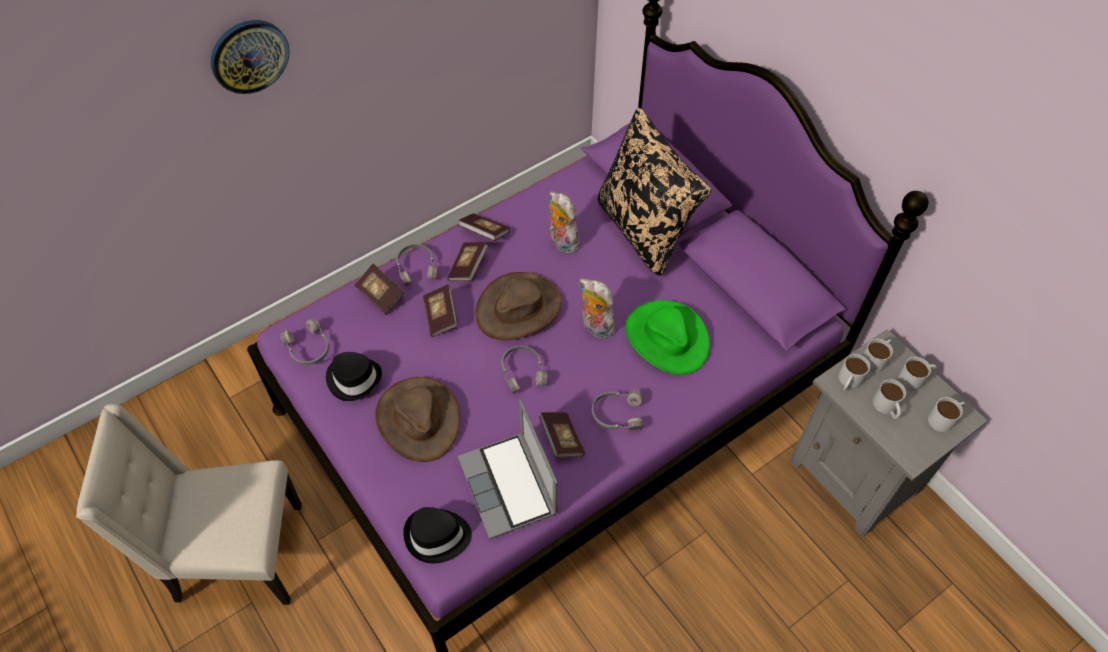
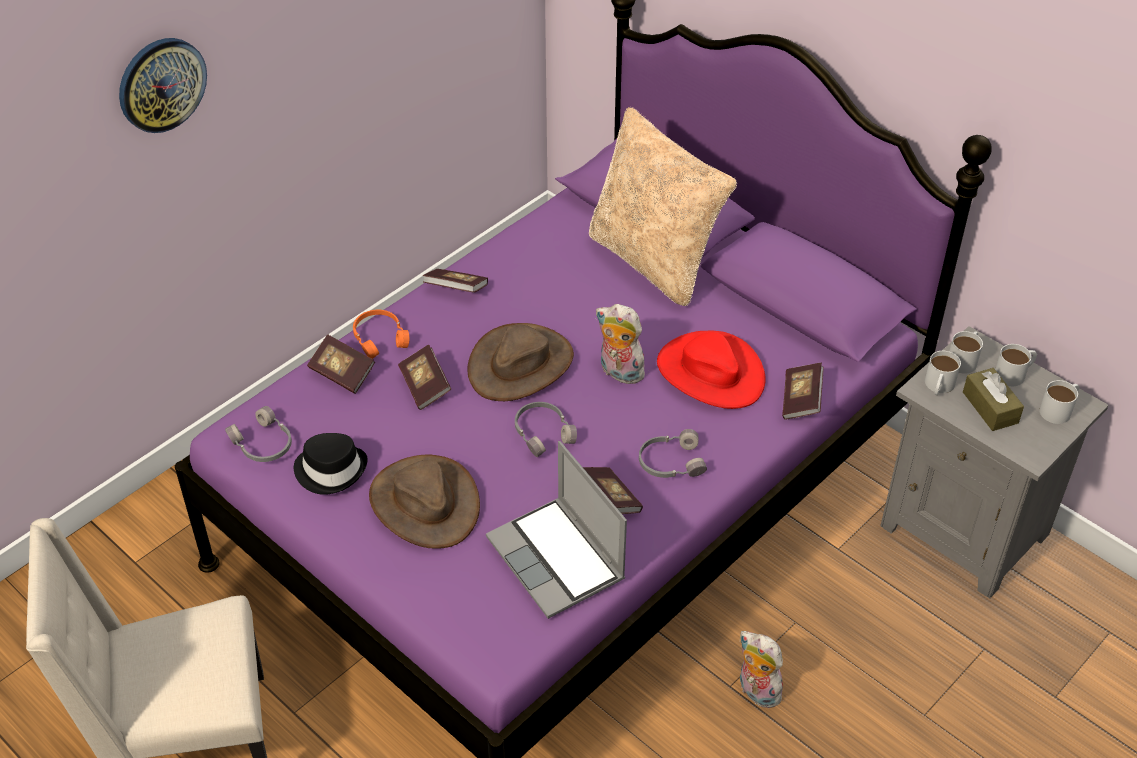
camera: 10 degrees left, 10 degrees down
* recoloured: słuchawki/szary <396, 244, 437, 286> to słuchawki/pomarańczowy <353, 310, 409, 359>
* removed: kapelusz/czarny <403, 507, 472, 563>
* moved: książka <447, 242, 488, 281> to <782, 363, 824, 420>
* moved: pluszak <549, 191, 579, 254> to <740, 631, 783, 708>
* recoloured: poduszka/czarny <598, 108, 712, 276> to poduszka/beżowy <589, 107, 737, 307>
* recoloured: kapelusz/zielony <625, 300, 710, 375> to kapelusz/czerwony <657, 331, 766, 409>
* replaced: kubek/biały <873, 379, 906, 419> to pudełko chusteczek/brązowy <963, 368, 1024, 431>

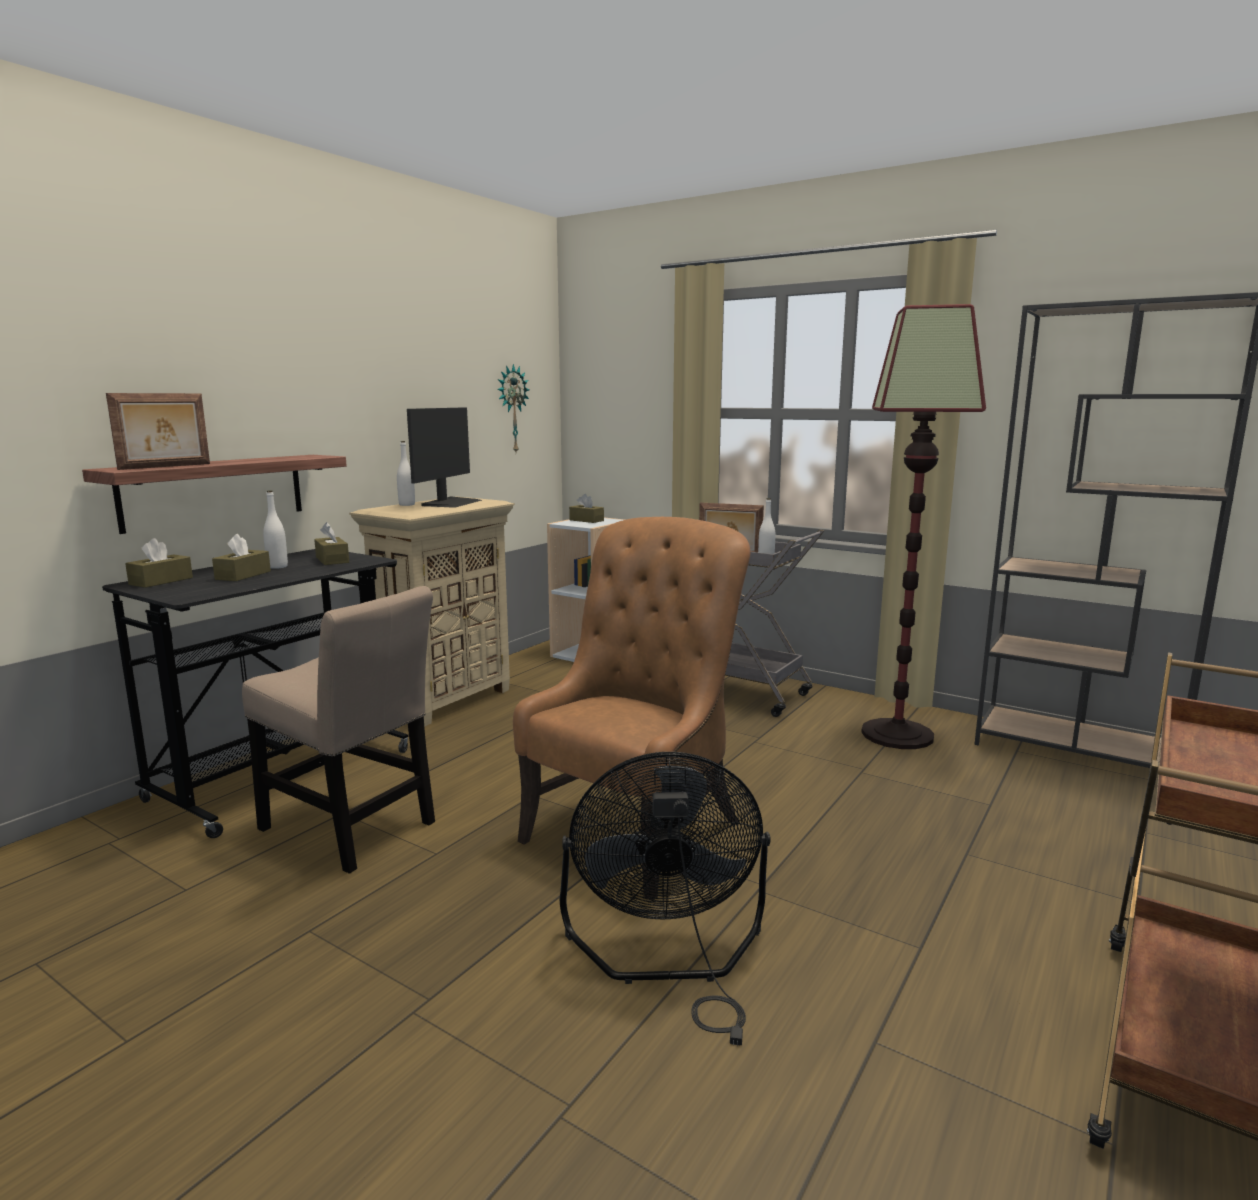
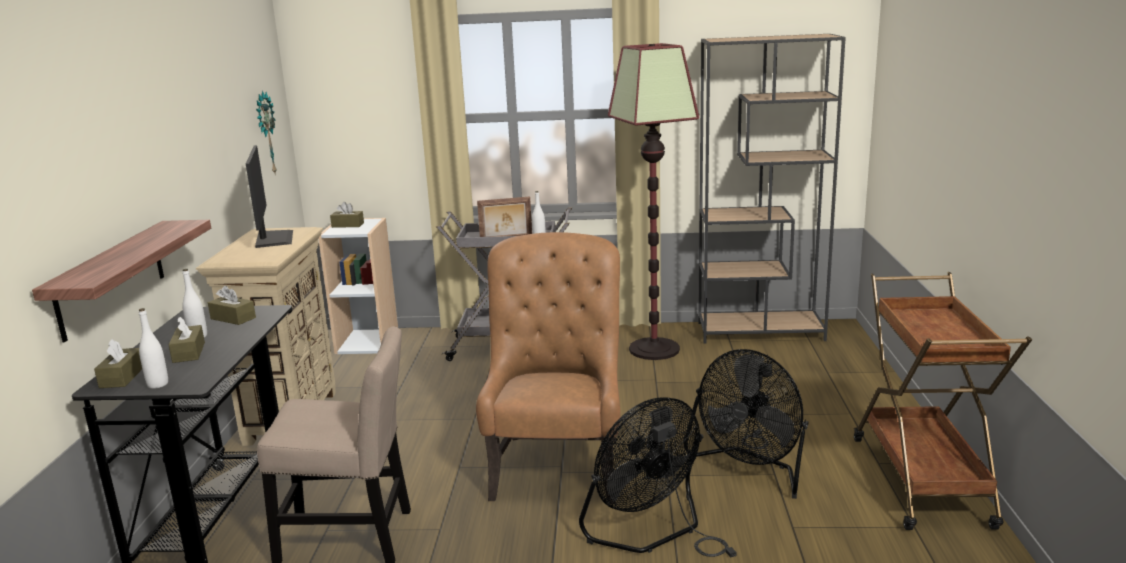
camera: 30 degrees left, 5 degrees up
* removed: ramka na zdjęcie <106, 393, 210, 470>
* moved: butelka/biały <397, 441, 415, 506> to <139, 308, 168, 389>
* added: wentylator/czarny <684, 349, 809, 499>

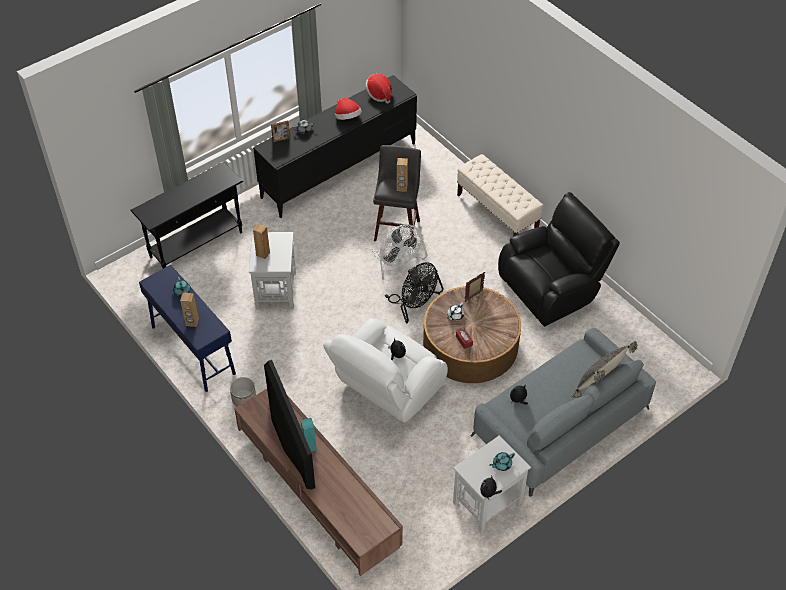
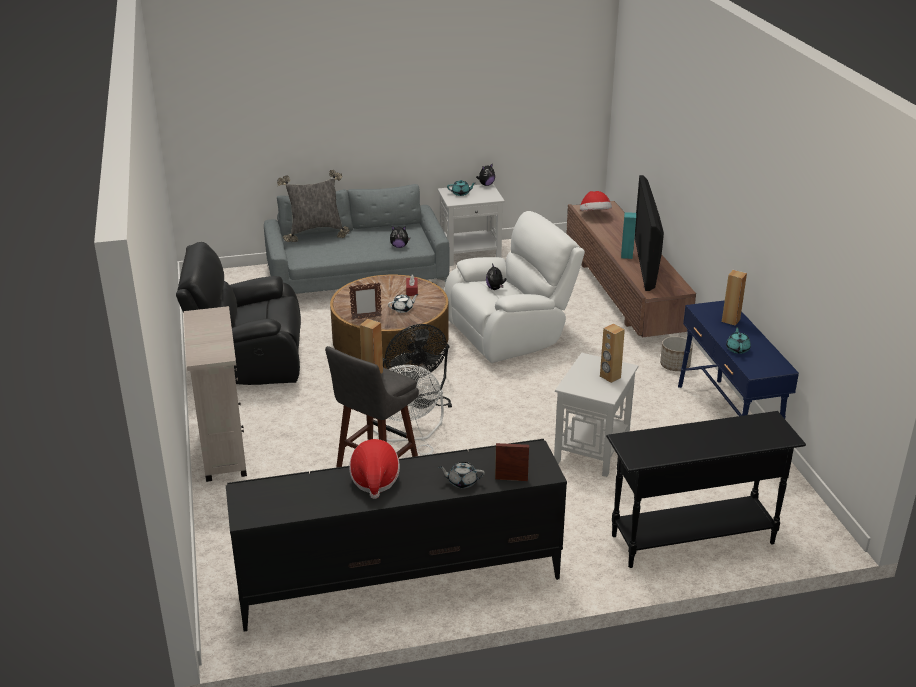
camera: 155 degrees left, 20 degrees down
* moved: kapelusz <366, 74, 392, 103> to <580, 191, 612, 211>
* replaced: ławka/beżowy <457, 154, 544, 236> to szafka/beżowy <184, 306, 247, 482>

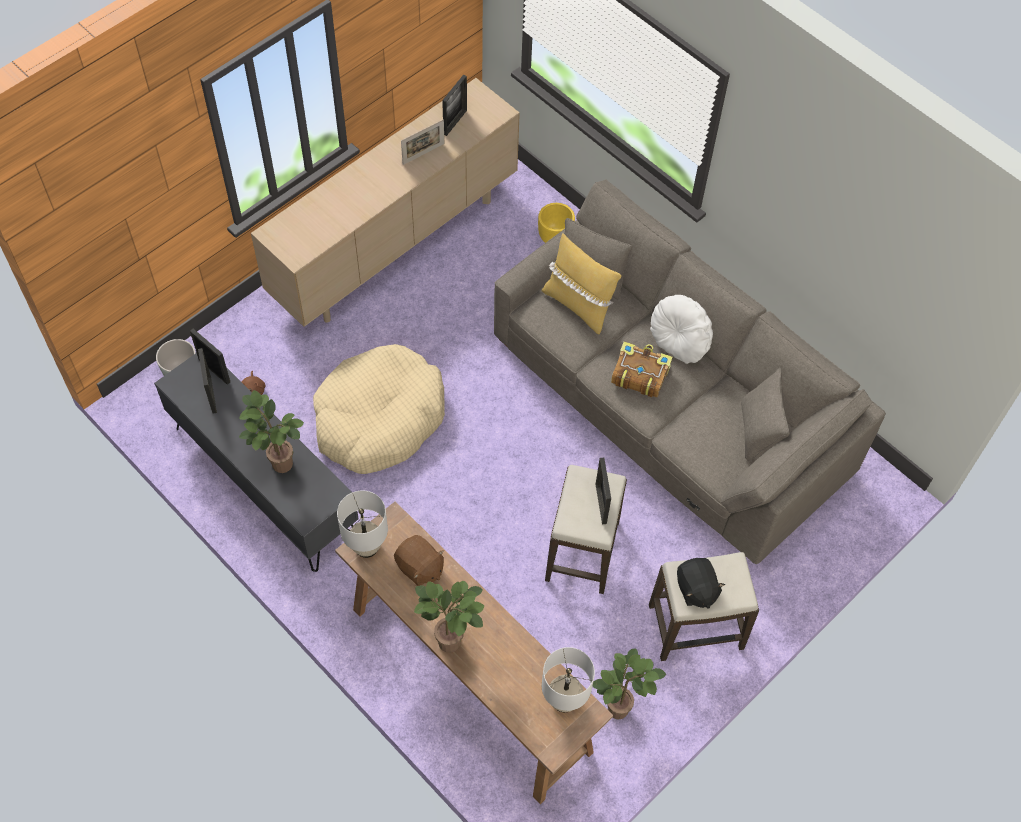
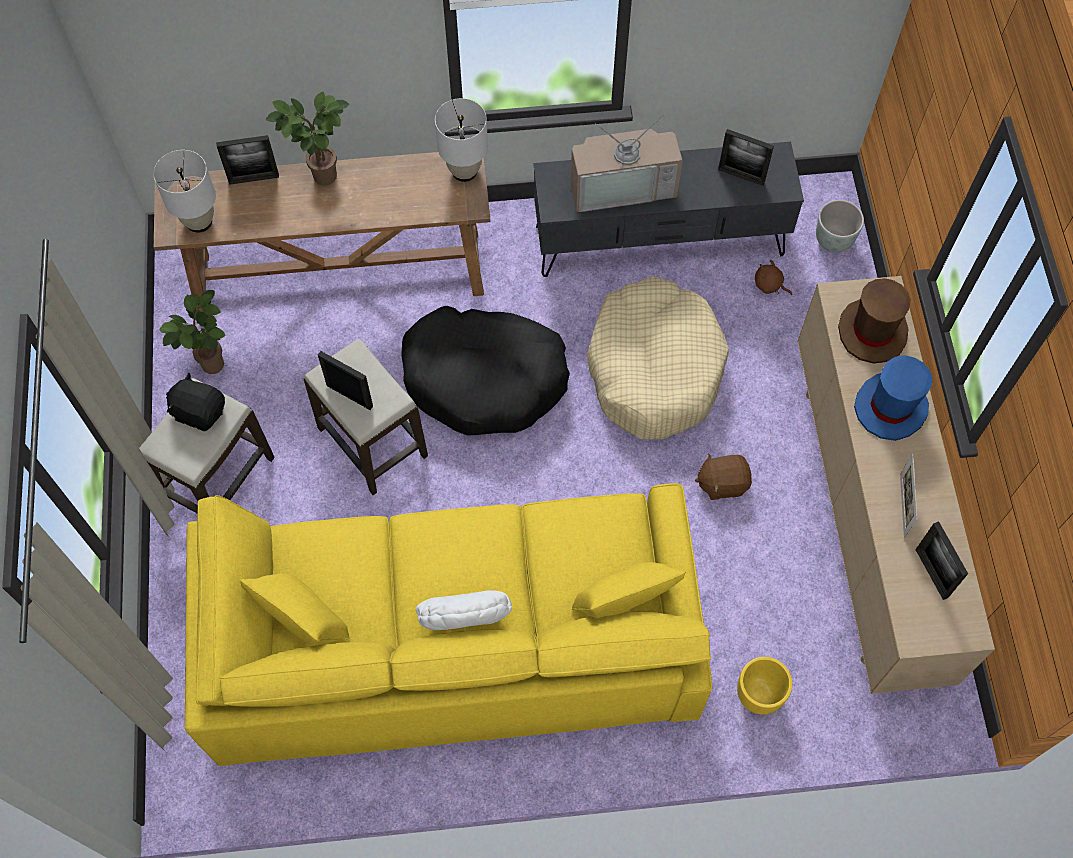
camera: 130 degrees right, 5 degrees up
* moved: ramka na zdjęcie <190, 329, 230, 385> to <216, 135, 279, 185>
* replaced: roślina doniczkowa <239, 390, 304, 473> to telewizor <570, 114, 683, 212>
* moved: pluszak/brązowy <394, 535, 444, 586> to <695, 453, 752, 500>
* recoloured: kanapa/szary <494, 179, 886, 564> to kanapa/żółty <185, 483, 712, 766>
* removed: poduszka/żółty <541, 233, 622, 335>
* removed: książka <611, 342, 673, 397>
* added: legowisko/czarny <401, 306, 570, 435>
* added: kapelusz/brązowy <838, 278, 911, 364>
* added: kapelusz/niebieski <854, 355, 932, 441>

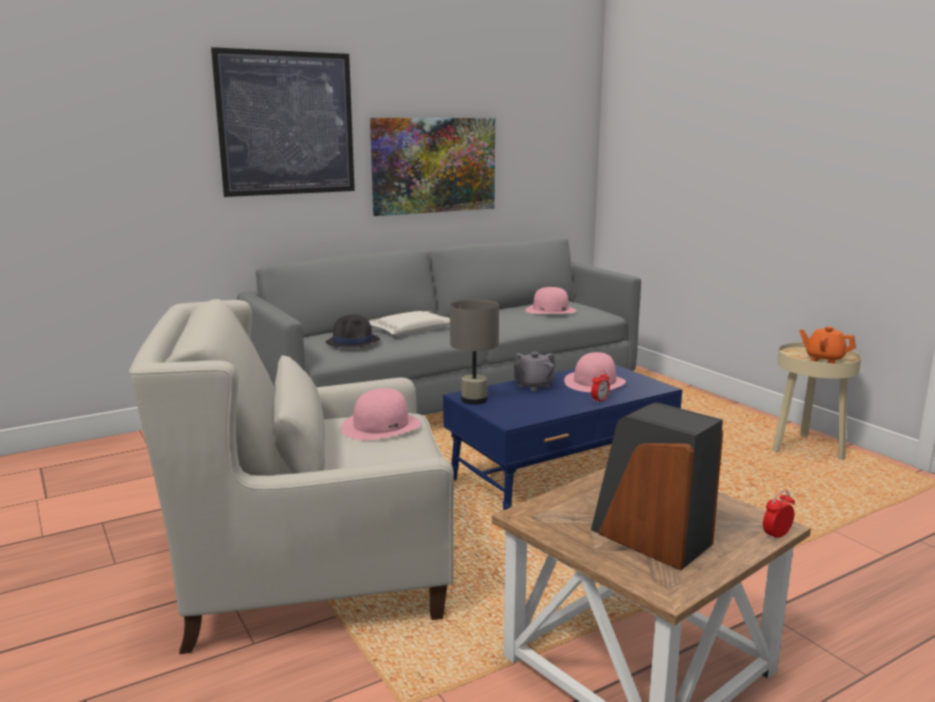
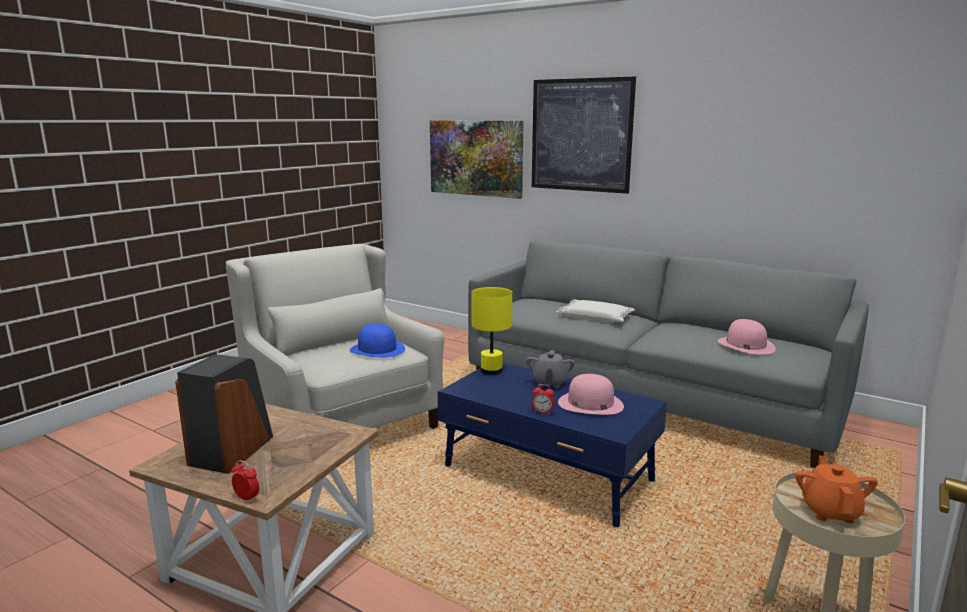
camera: 65 degrees right, 0 degrees up
* removed: kapelusz/czarny <326, 315, 380, 348>
* recoloured: kapelusz/różowy <341, 388, 421, 440> to kapelusz/niebieski <350, 324, 405, 358>
* moved: obraz <370, 118, 495, 216> to <430, 120, 524, 199>
* recoloured: lampa stołowa/szary <450, 299, 499, 404> to lampa stołowa/żółty <471, 287, 512, 375>
* turned: imbryk/szary <514, 352, 556, 391> = <526, 350, 575, 388> 105 degrees counterclockwise

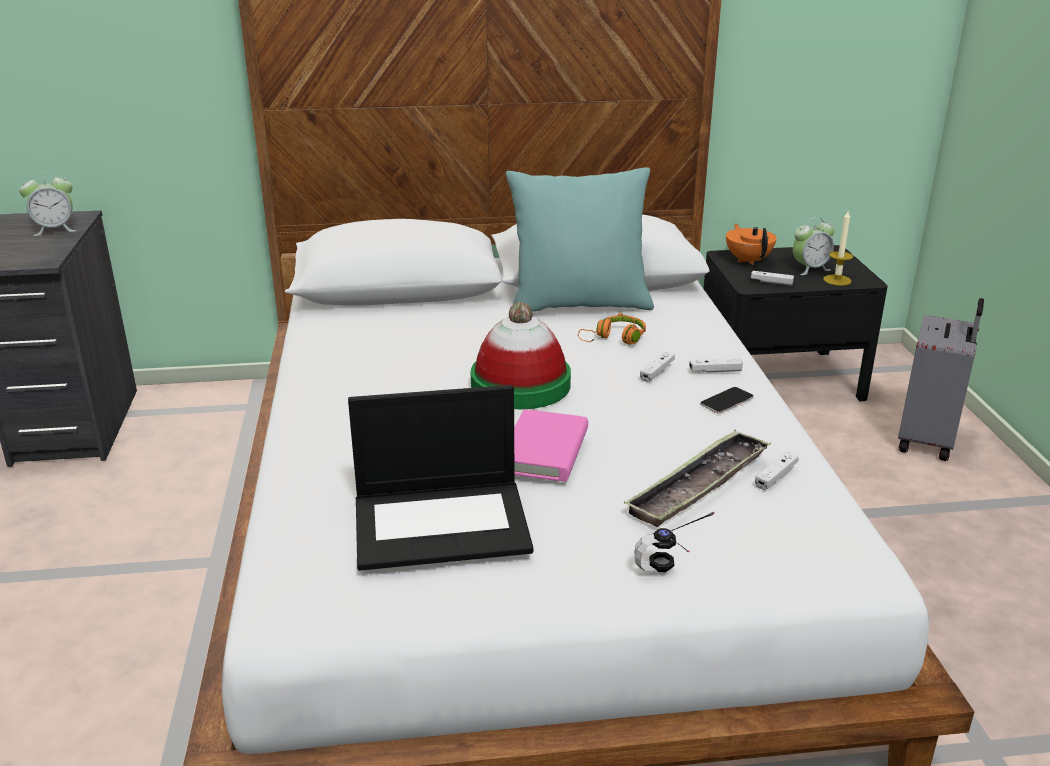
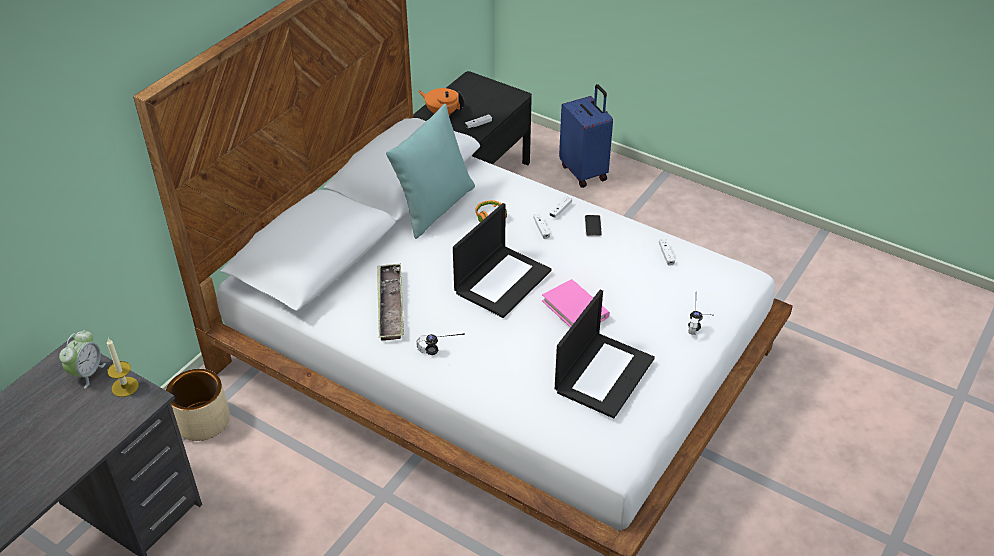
camera: 50 degrees left, 15 degrees up
* replaced: kapelusz <471, 302, 571, 409> to laptop <453, 203, 552, 318>
* moved: taca <624, 430, 771, 527> to <377, 263, 404, 341>
* removed: budzik <793, 217, 835, 275>
* moved: świeca <824, 211, 853, 286> to <107, 338, 139, 397>
* recoloured: walizka/szary <898, 298, 984, 461> to walizka/niebieski <559, 84, 613, 188>
* added: donica/beżowy <166, 369, 230, 441>
* added: słuchawki <416, 333, 465, 355>

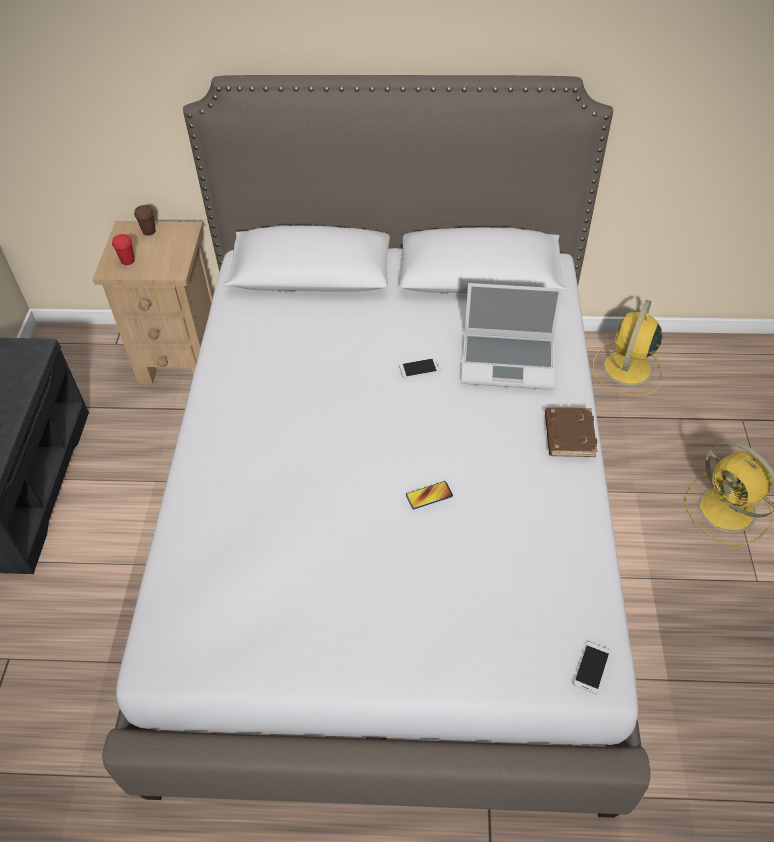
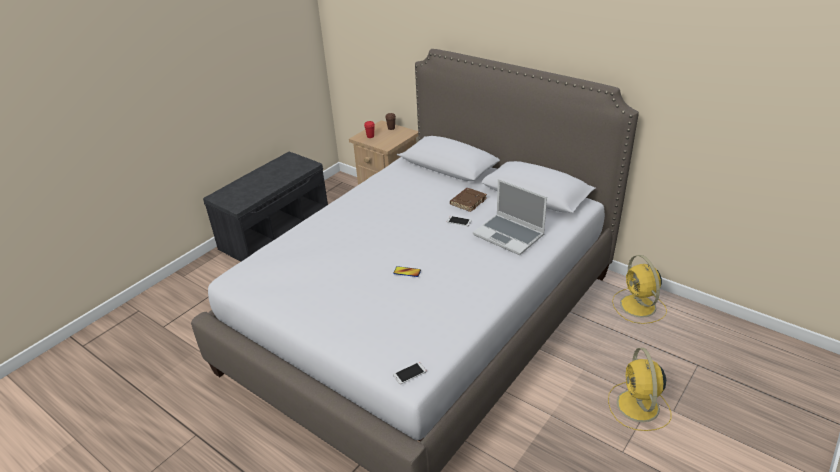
camera: 35 degrees right, 15 degrees down
* moved: książka/brązowy <545, 407, 598, 457> to <450, 188, 487, 212>
* turned: wentylator/żółty <593, 300, 662, 396> = <612, 255, 667, 324> 75 degrees counterclockwise

